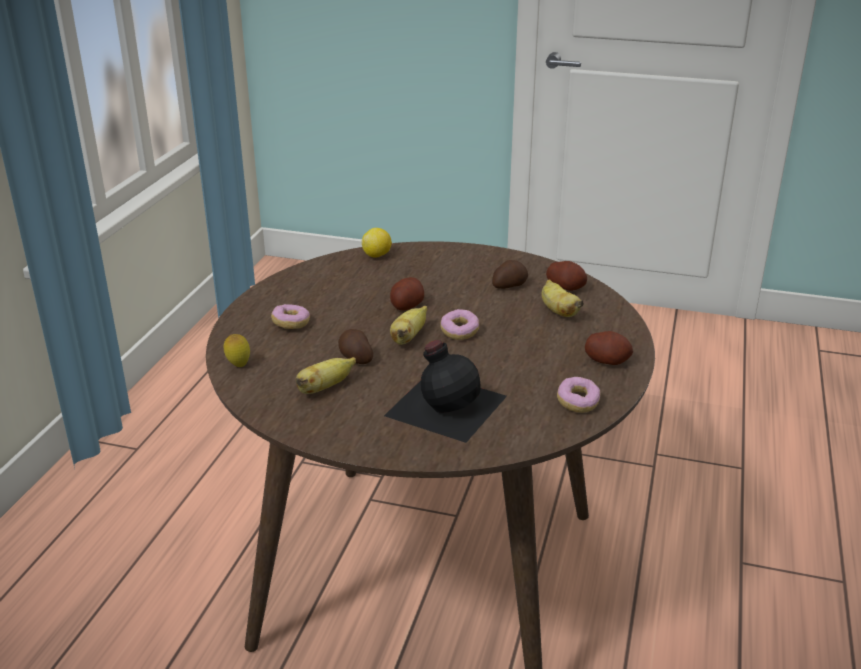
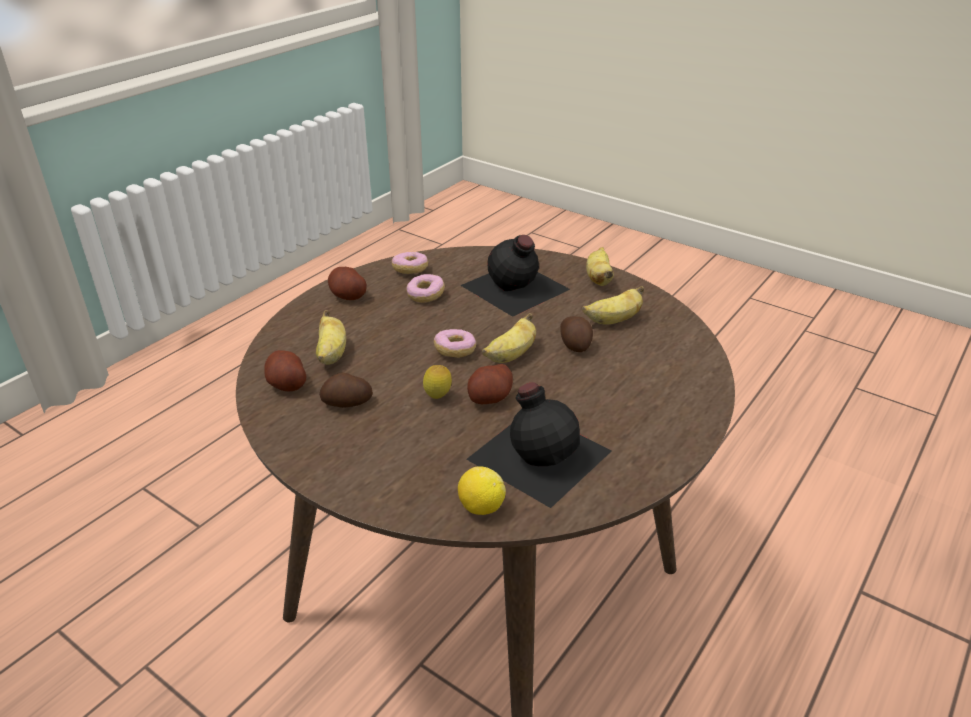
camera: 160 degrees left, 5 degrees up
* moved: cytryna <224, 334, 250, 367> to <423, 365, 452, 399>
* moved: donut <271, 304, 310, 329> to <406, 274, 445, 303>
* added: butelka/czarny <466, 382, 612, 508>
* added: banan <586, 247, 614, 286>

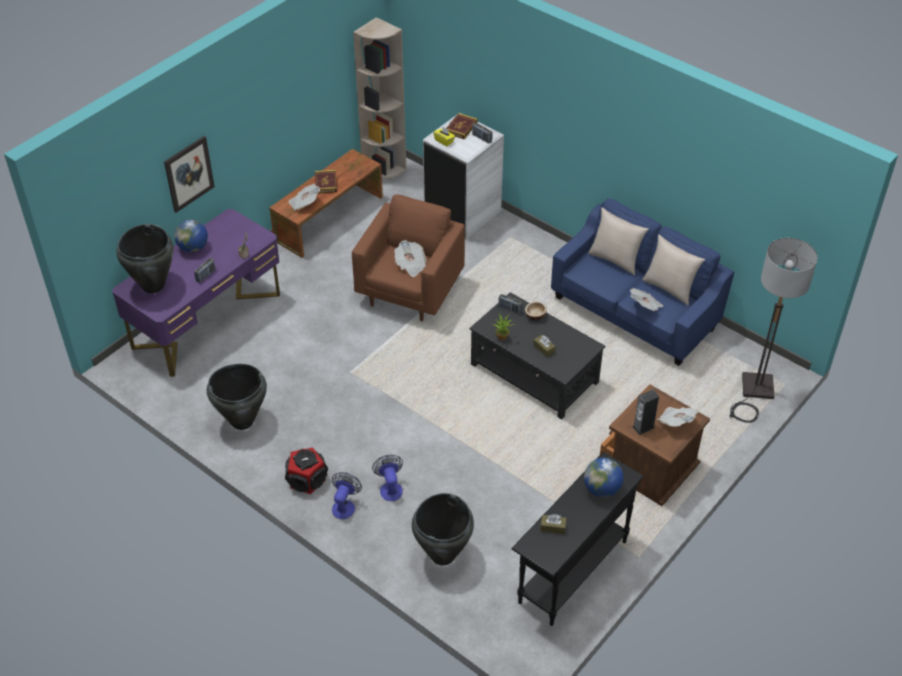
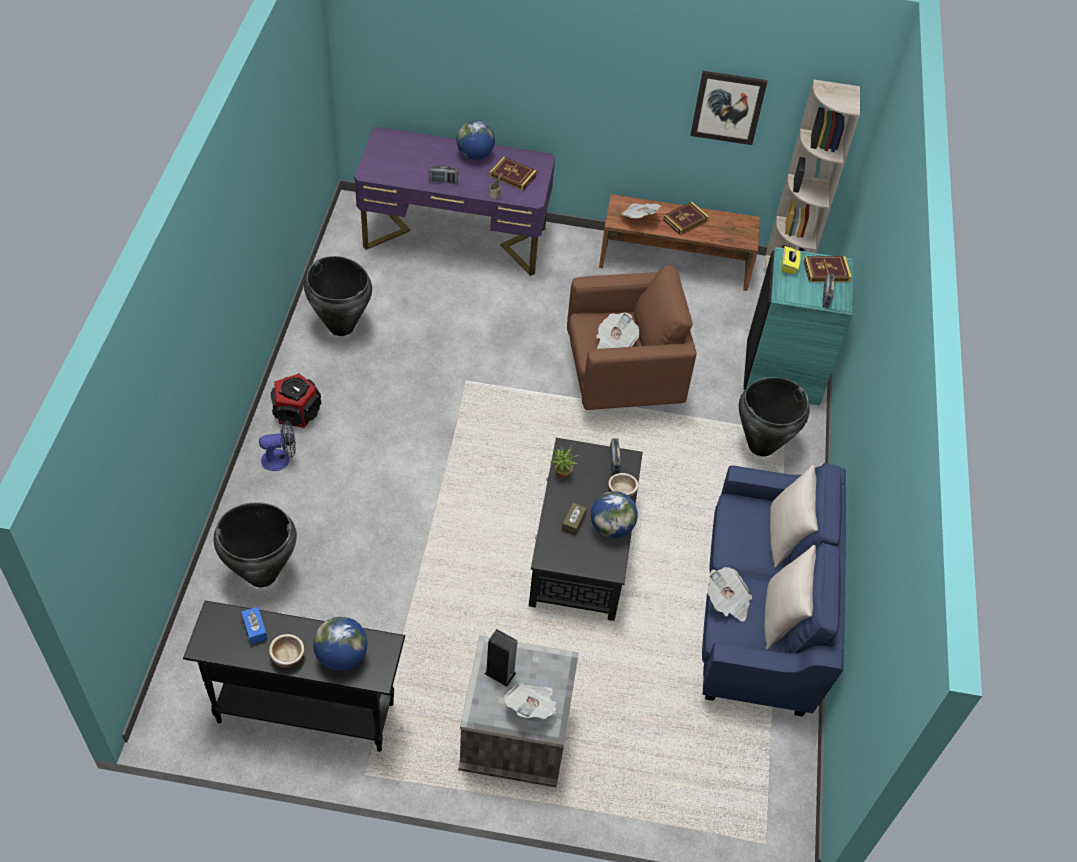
camera: 55 degrees right, 5 degrees up
* moved: wazon/czarny <117, 224, 174, 293> to <739, 377, 810, 457>
* moved: obraz <164, 136, 215, 213> to <690, 71, 768, 145>
* removed: wentylator <372, 455, 403, 501>
* recoloured: szafka/biały <423, 113, 504, 240> to szafka/turkusowy <744, 247, 853, 405>
* recoloured: pudełko chusteczek/brązowy <540, 514, 566, 534> to pudełko chusteczek/niebieski <242, 607, 267, 645>
* recoloured: szafka nocna/brązowy <600, 384, 710, 506> to szafka nocna/szary <459, 636, 579, 787>
* removed: lampa stojąca <729, 238, 818, 423>
* added: miska <269, 634, 305, 668>
* added: książka <490, 157, 537, 191>
* added: globus <591, 491, 638, 538>

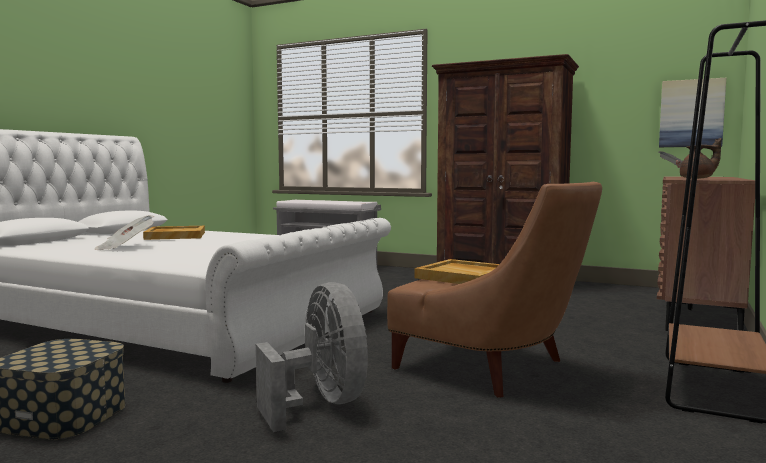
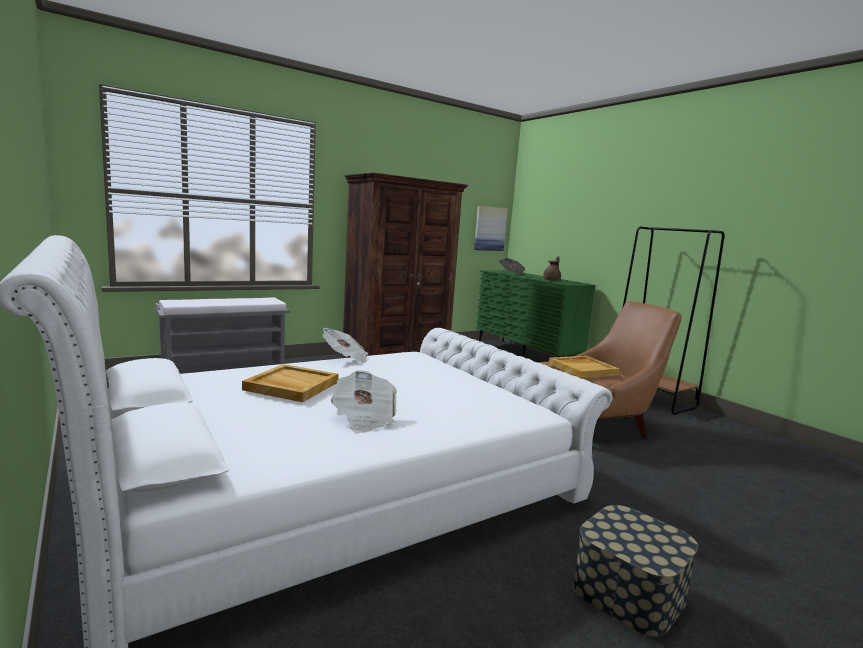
camera: 60 degrees left, 5 degrees up
* removed: wentylator/szary <256, 282, 368, 432>
* recoloured: komoda/brązowy <657, 176, 755, 331> to komoda/zielony <476, 270, 596, 357>
* added: gazeta <322, 328, 368, 363>

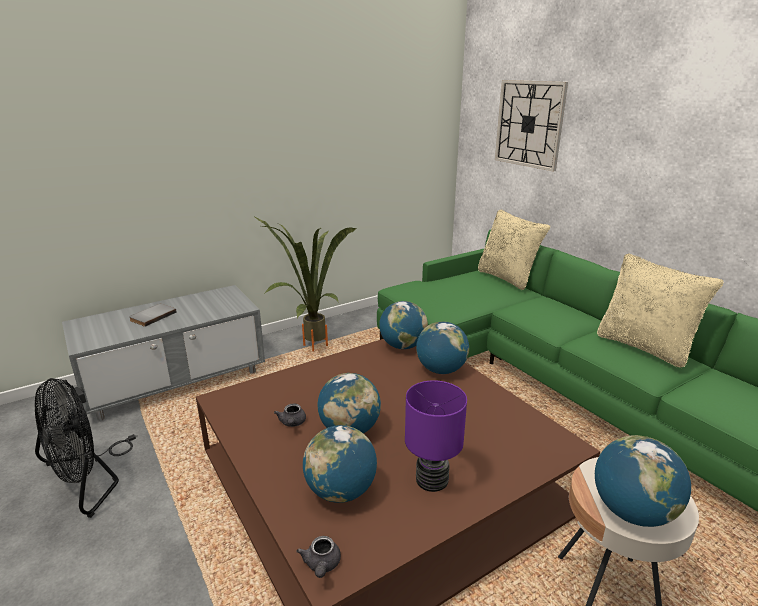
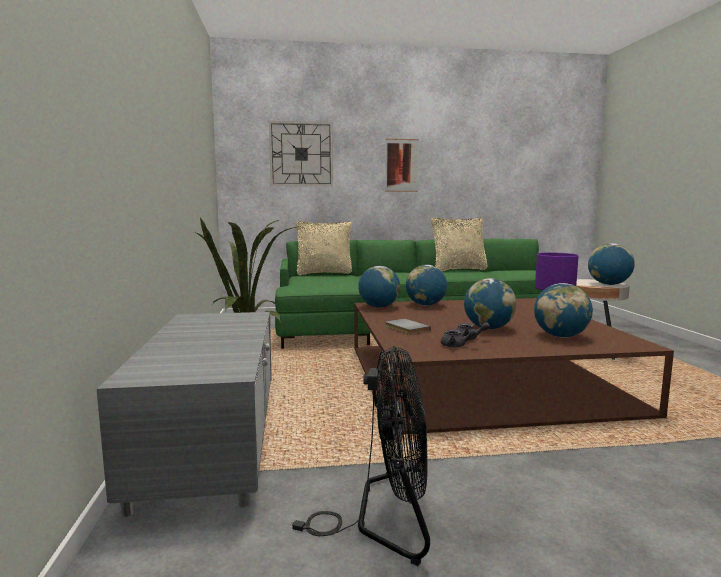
camera: 65 degrees left, 15 degrees down
* turned: wentylator/czarny <35, 378, 137, 518> = <290, 346, 430, 567> 60 degrees counterclockwise
* moved: książka/szary <129, 304, 177, 327> to <385, 318, 431, 335>
* moved: imbryk/szary <297, 536, 341, 578> to <441, 329, 478, 348>
* added: obraz <385, 139, 419, 192>

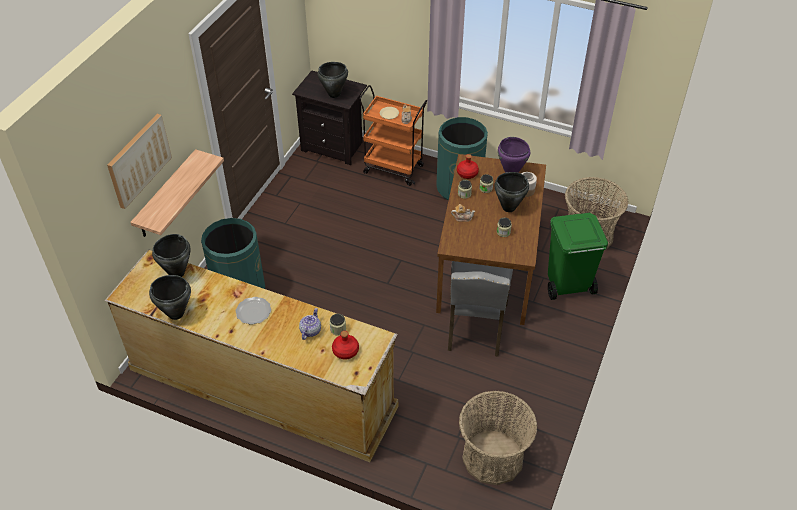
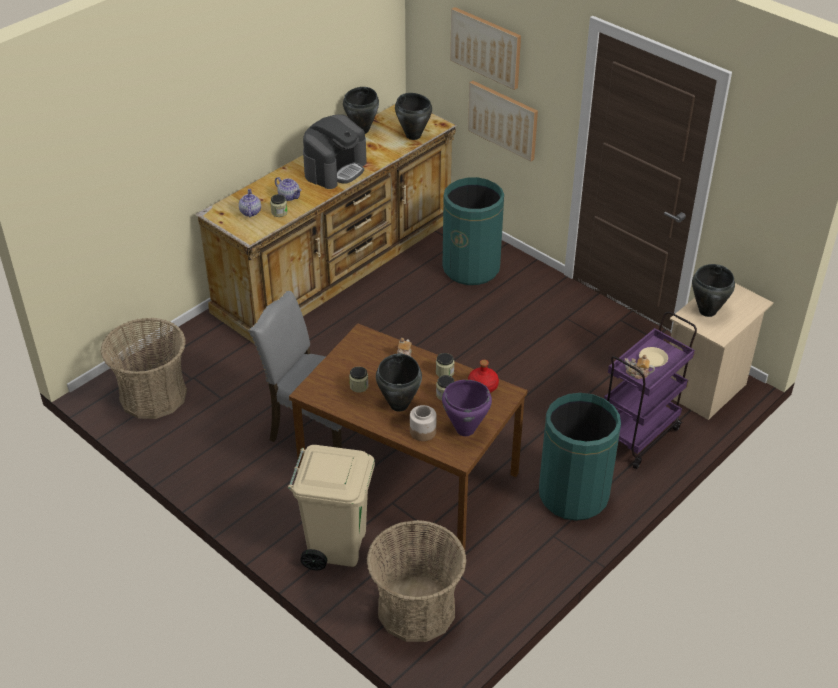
camera: 110 degrees right, 5 degrees down
* replaced: półka <130, 149, 224, 237> to obraz <468, 81, 538, 161>
* replaced: talerz <236, 297, 271, 324> to ekspres do kawy <303, 114, 367, 189>
* recoloured: szafka nocna/czarny <292, 71, 367, 165> to szafka nocna/beżowy <670, 283, 774, 420>
* replaced: butelka/czerwony <332, 331, 359, 360> to imbryk <239, 189, 261, 217>
* recoloured: wózek/pomarańczowy <360, 85, 427, 186> to wózek/fioletowy <604, 311, 697, 469>
* recoloured: kosz na śmieci/zielony <548, 213, 608, 300> to kosz na śmieci/beżowy <288, 445, 375, 570>

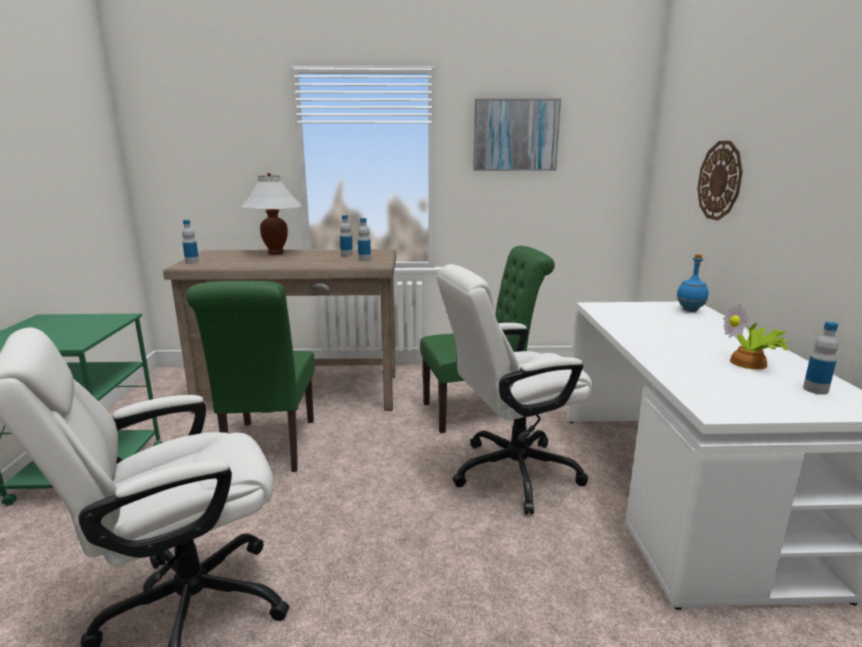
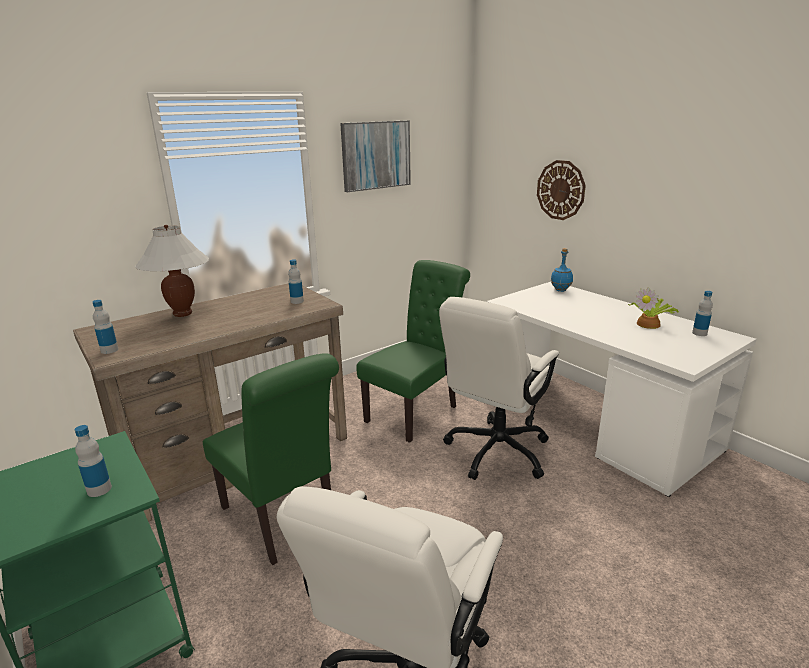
camera: 35 degrees left, 5 degrees up
* moved: butelka <340, 215, 353, 257> to <75, 425, 112, 497>

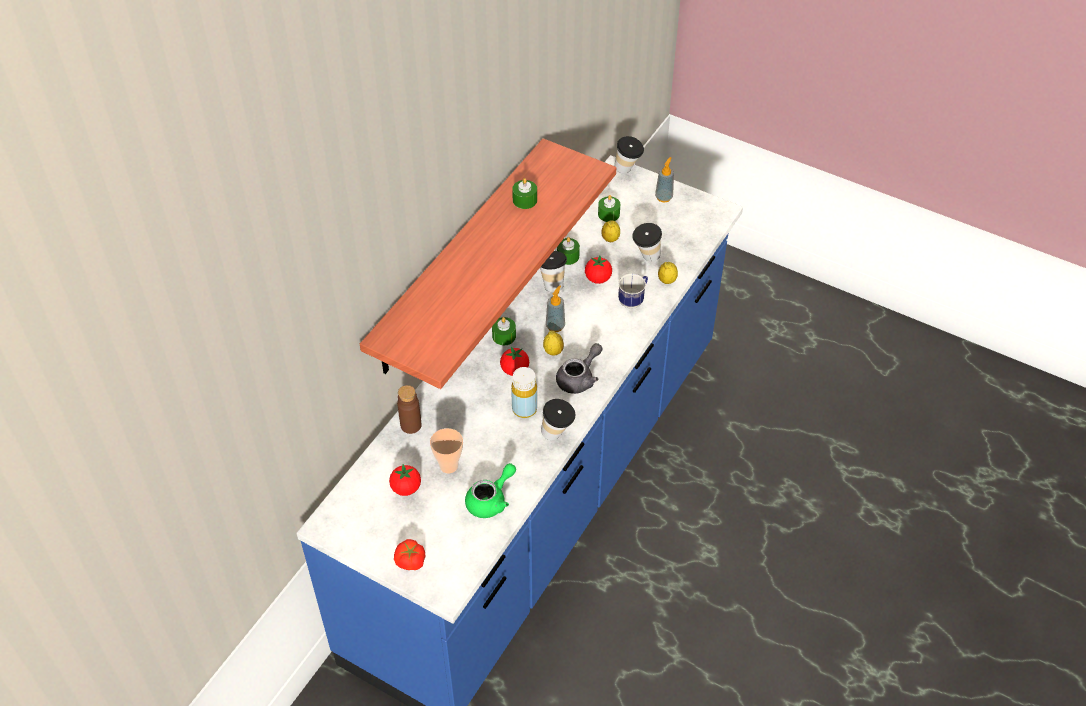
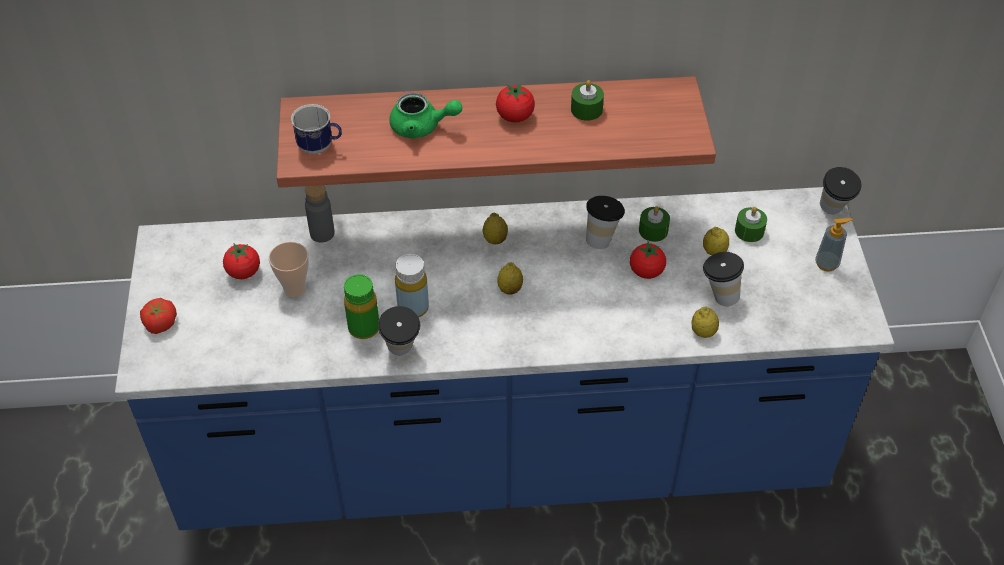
camera: 55 degrees right, 0 degrees up
* recoloured: butelka/brązowy <397, 385, 422, 434> to butelka/szary <305, 185, 335, 243>
* moved: imbryk/zielony <465, 463, 516, 518> to <389, 93, 462, 139>
* replaced: świeca/zielony <492, 317, 516, 346> to cytryna <482, 213, 508, 244>
* moved: pomidor <500, 347, 529, 376> to <496, 83, 535, 123>
* removed: dozownik mydła <546, 285, 565, 332>
* removed: imbryk/szary <556, 343, 603, 394>
* moved: kubek <618, 274, 648, 309> to <291, 104, 342, 154>
* added: butelka/zielony <344, 274, 379, 339>

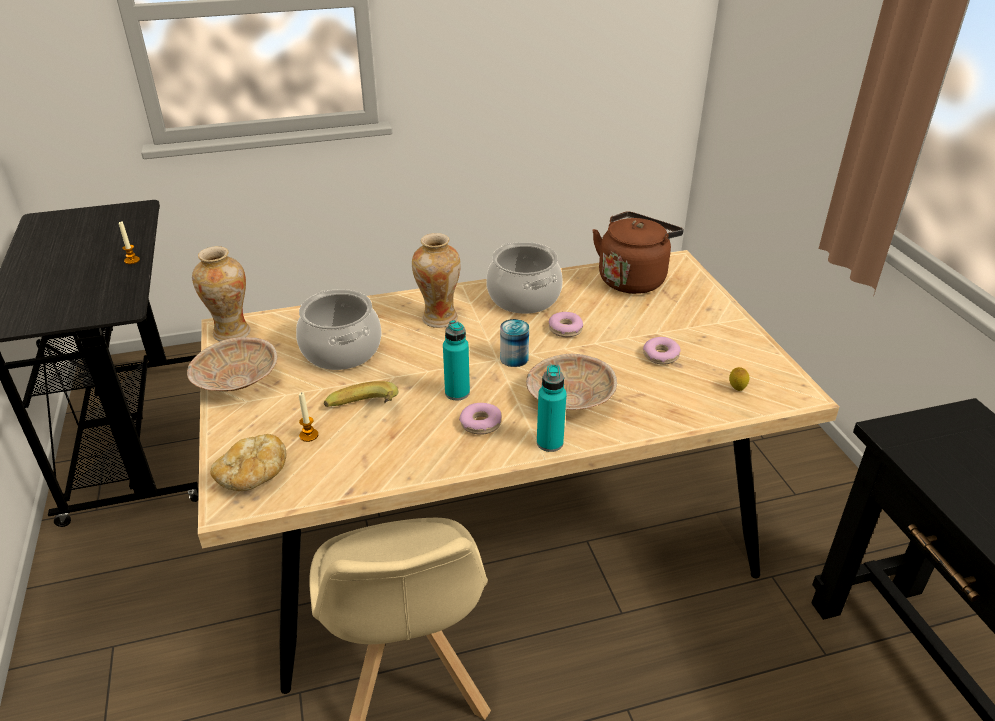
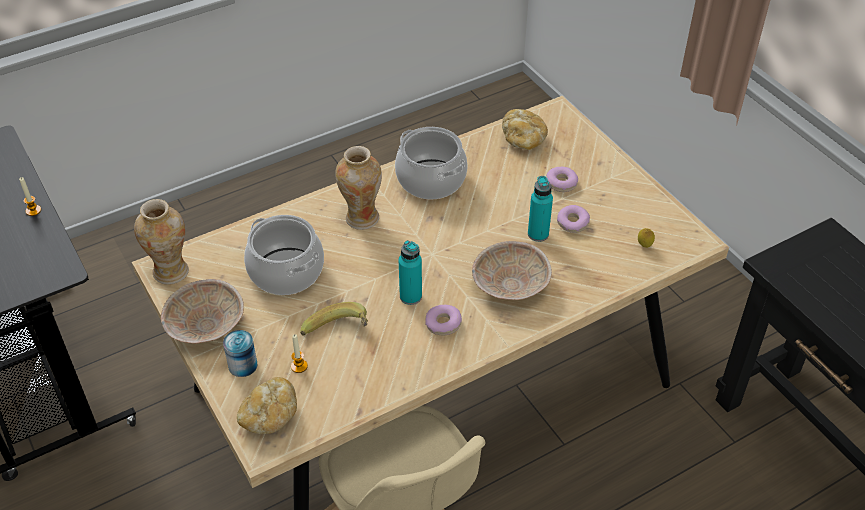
camera: 15 degrees left, 10 degrees up
* moved: puszka <500, 319, 529, 367> to <223, 330, 257, 377>
* moved: butelka/turkusowy <537, 364, 567, 452> to <528, 176, 553, 242>
* moved: donut <549, 312, 583, 337> to <546, 167, 578, 192>
* replaced: czajnik/brązowy <592, 211, 684, 294> to chleb <502, 109, 548, 150>

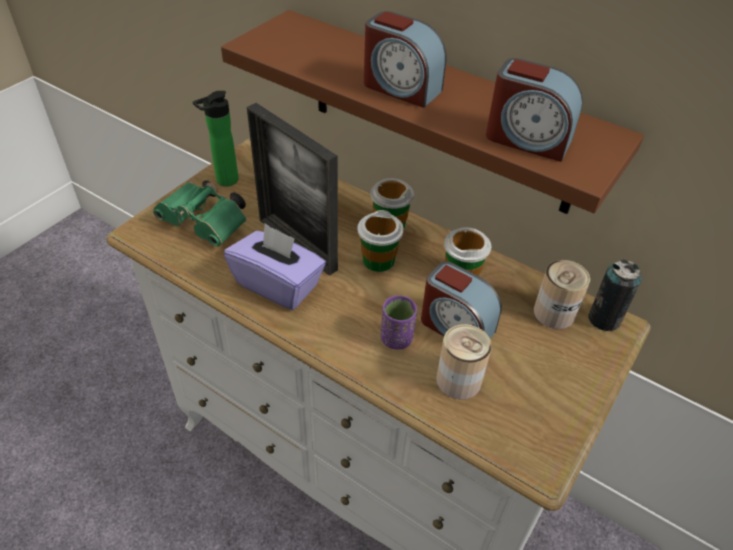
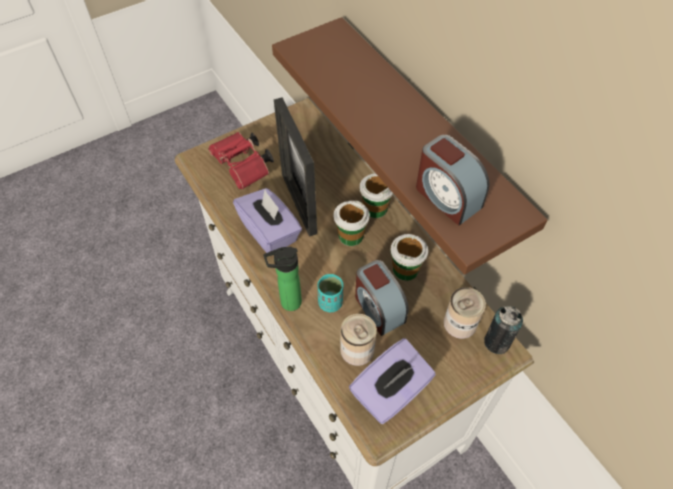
camera: 25 degrees right, 10 degrees up
* recoloured: lornetka/zielony <153, 180, 246, 246> to lornetka/czerwony <208, 132, 274, 189>
* moved: butelka <193, 91, 239, 186> to <263, 247, 302, 311>
* removed: budzik <364, 11, 446, 108>
* recoloured: filiżanka/fioletowy <381, 295, 417, 350> to filiżanka/turkusowy <318, 274, 343, 312>
* added: pudełko chusteczek/fioletowy <349, 338, 435, 424>

